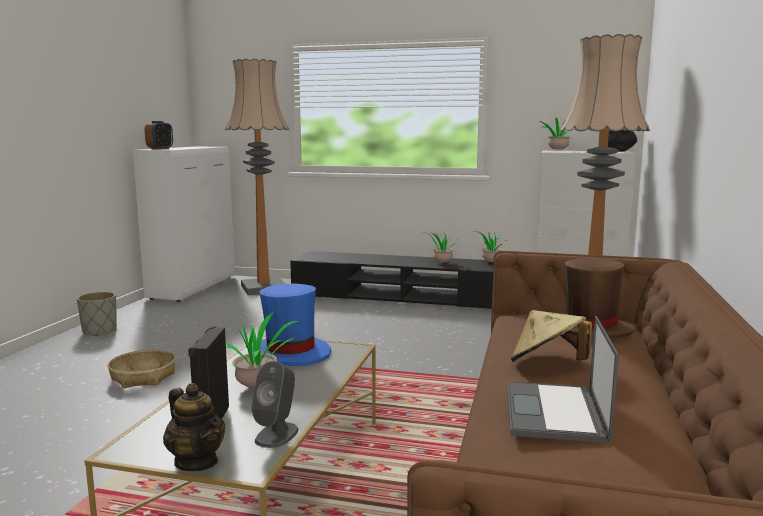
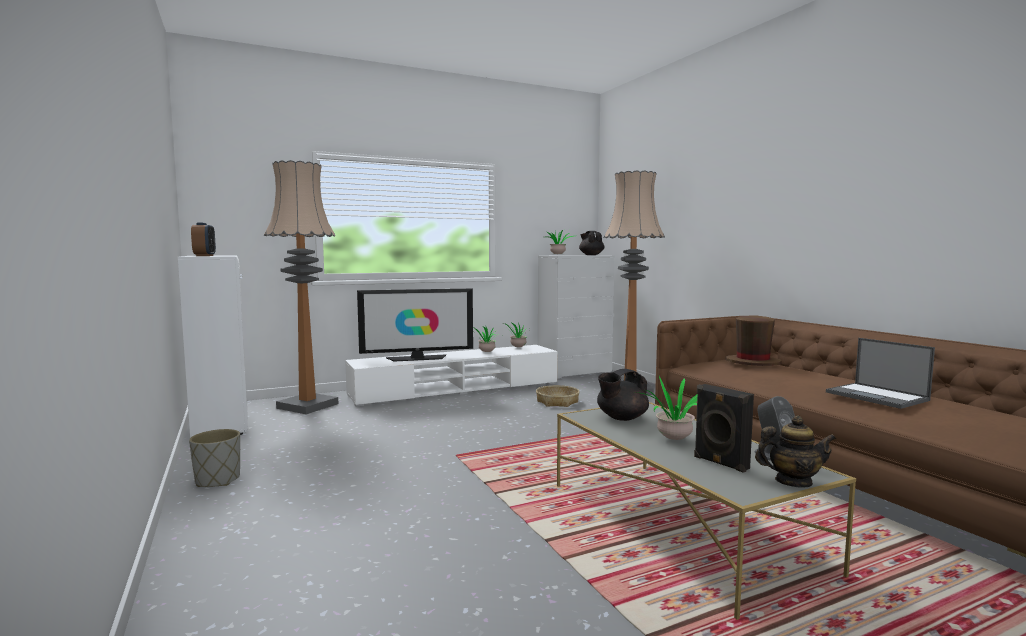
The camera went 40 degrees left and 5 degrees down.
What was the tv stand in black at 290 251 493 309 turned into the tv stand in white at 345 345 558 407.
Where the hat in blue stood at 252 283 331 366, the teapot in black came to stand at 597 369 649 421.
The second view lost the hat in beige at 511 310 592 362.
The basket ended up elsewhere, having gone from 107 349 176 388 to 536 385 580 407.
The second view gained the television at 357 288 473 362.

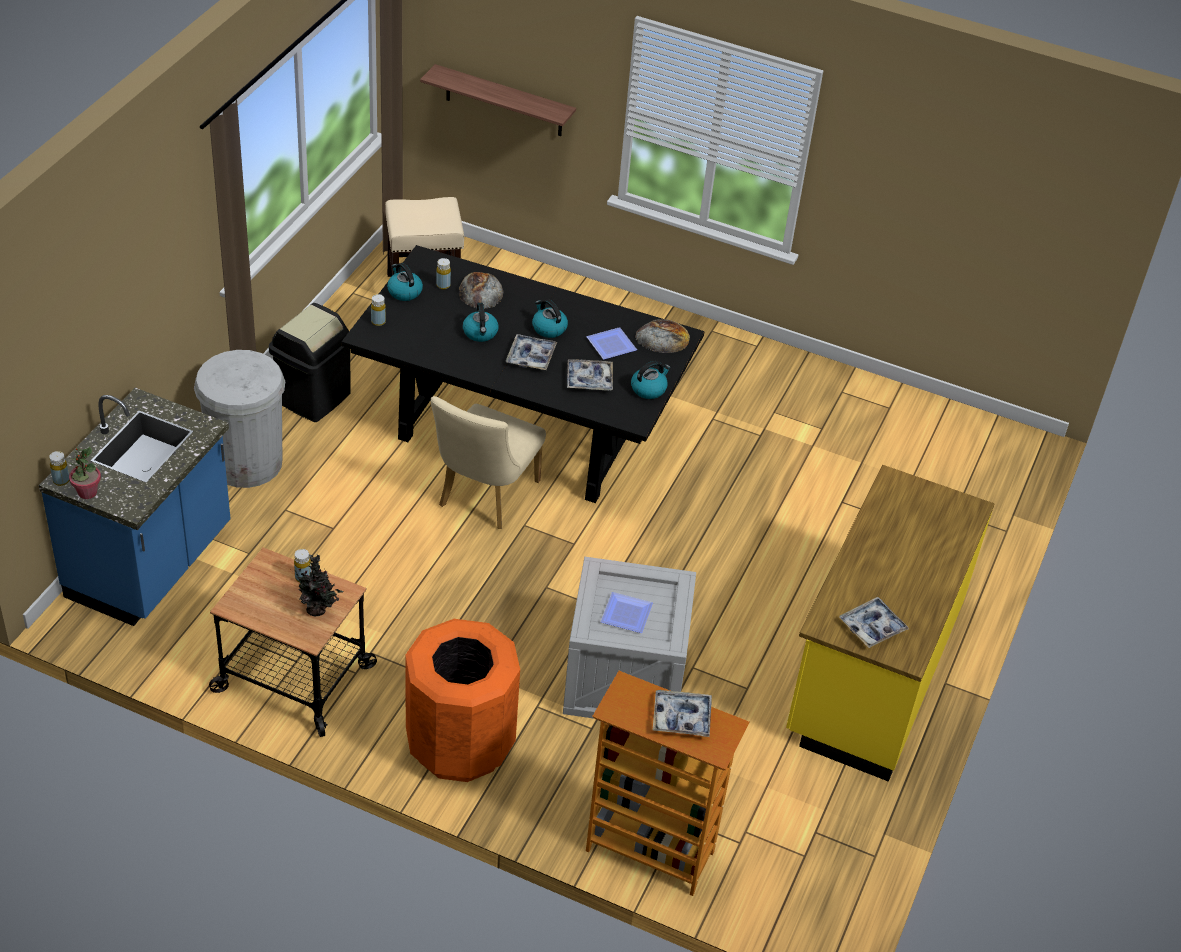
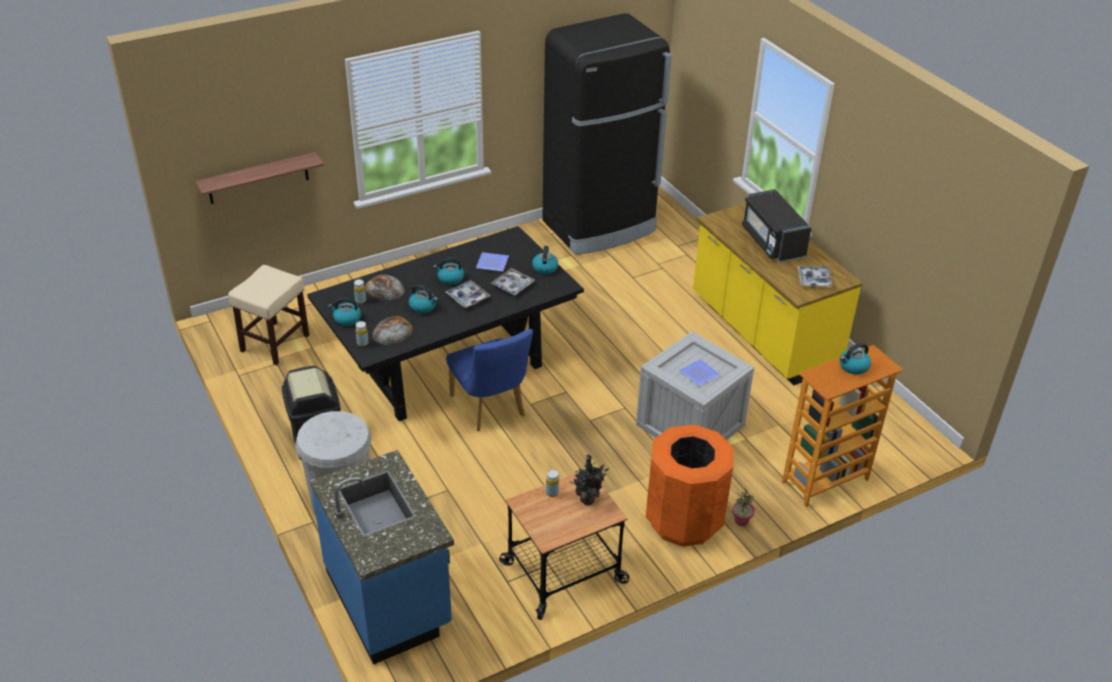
The camera went 50 degrees left and 5 degrees down.
The bread ended up elsewhere, having gone from 635 319 690 353 to 372 316 413 345.
What was the chair in beige at 430 396 546 529 turned into the chair in blue at 446 329 533 431.
The potted plant ended up elsewhere, having gone from 69 447 101 499 to 732 488 755 526.
The second view lost the bottle in yellow at 49 451 69 486.
Where the tray stood at 652 690 712 737, the kettle came to stand at 840 343 871 375.
The second view gained the fridge in black at 542 13 672 254.
The second view gained the microwave in black at 742 189 811 262.

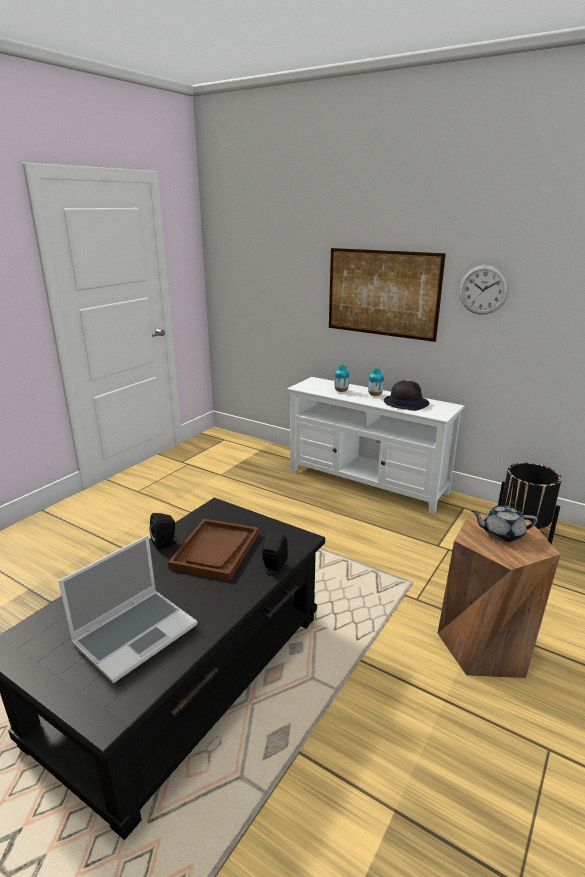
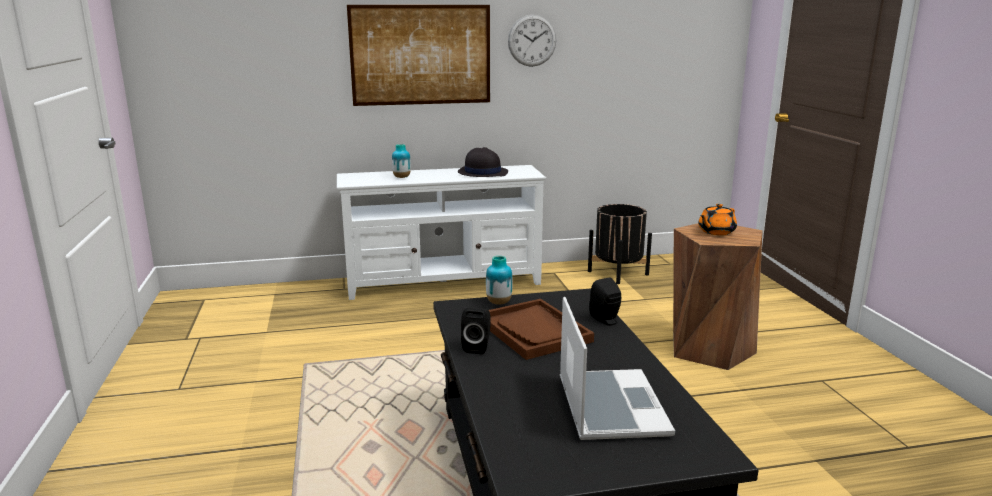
The camera went 45 degrees left and 5 degrees down.
The vase ended up elsewhere, having gone from 368 368 384 396 to 486 256 513 305.
What was the teapot in grey at 471 505 538 542 turned into the teapot in orange at 698 204 737 235.

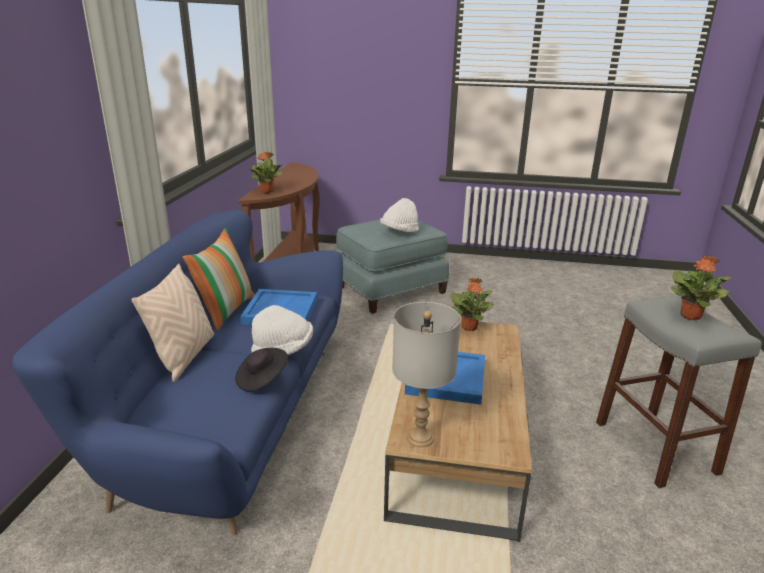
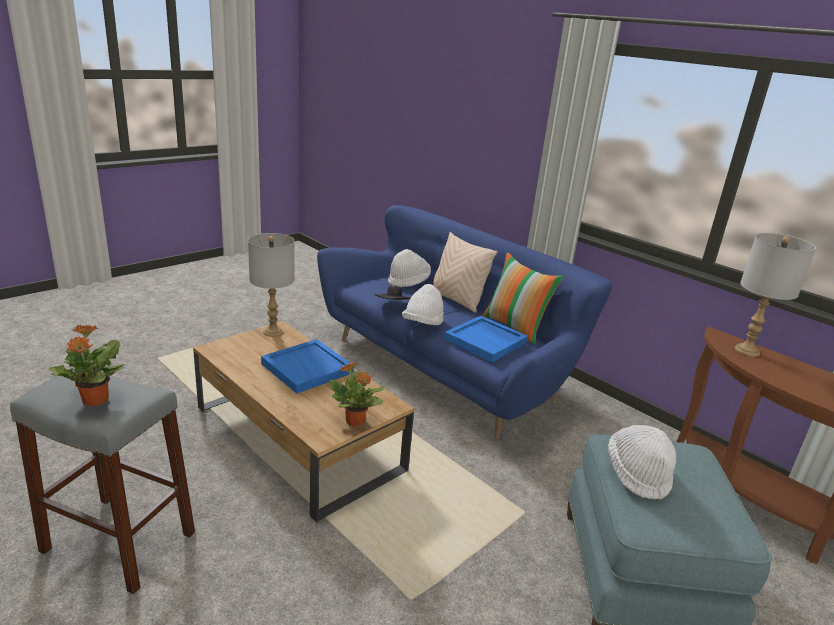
The camera went 125 degrees right and 0 degrees up.
Where the potted plant stood at 250 152 283 193, the table lamp in grey came to stand at 735 233 816 357.
The second view gained the hat in white at 388 249 431 287.

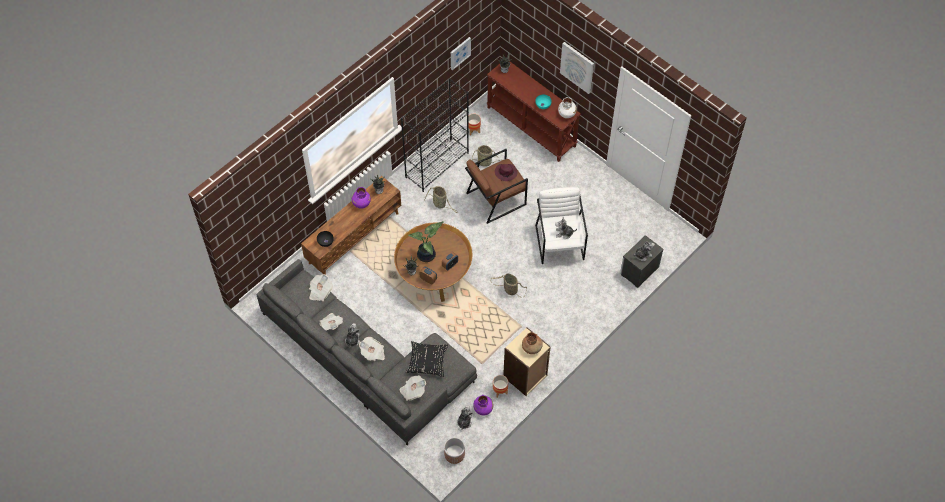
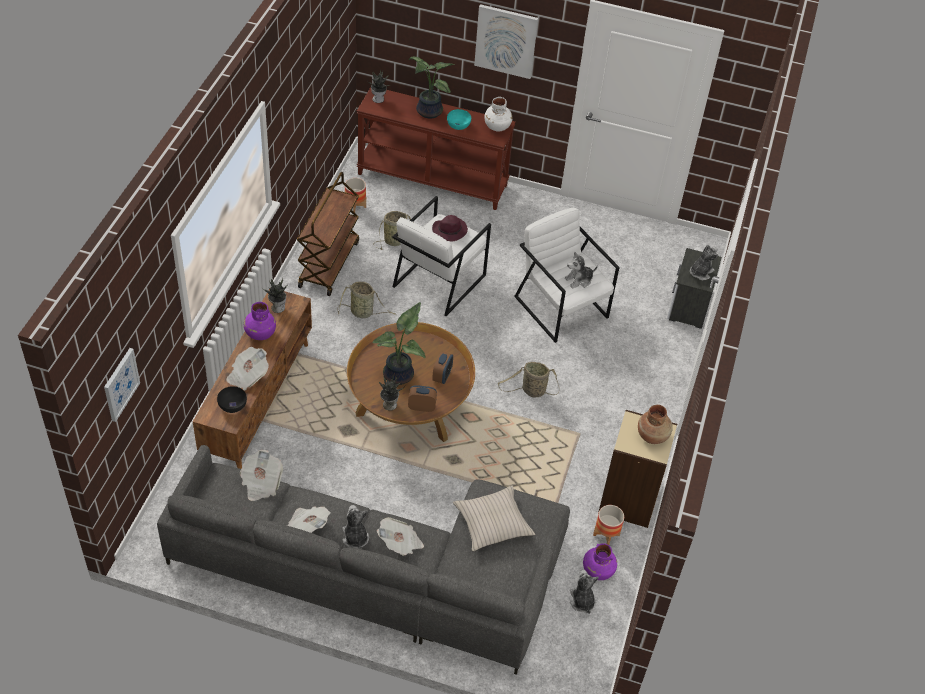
The camera went 30 degrees left and 10 degrees down.
The picture ended up elsewhere, having gone from 451 37 471 70 to 104 348 140 422.
Where the bookcase in black stood at 401 78 469 192, the cart in brown came to stand at 297 172 359 296.
What was the armchair in brown at 465 149 528 224 turned into the armchair in white at 392 196 491 316.
What was the pillow in black at 406 341 448 377 turned into the pillow in beige at 453 486 536 552.
The newspaper ended up elsewhere, having gone from 399 375 426 401 to 226 347 269 390.
The second view lost the planter at 444 437 465 464.
The second view gained the potted plant at 409 57 454 118.

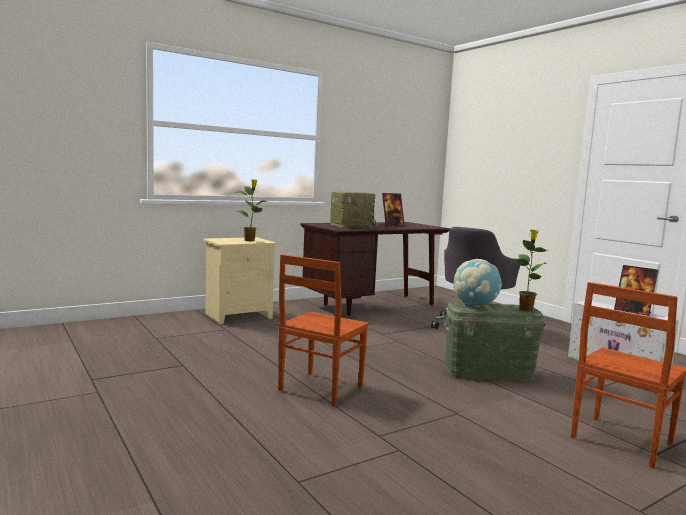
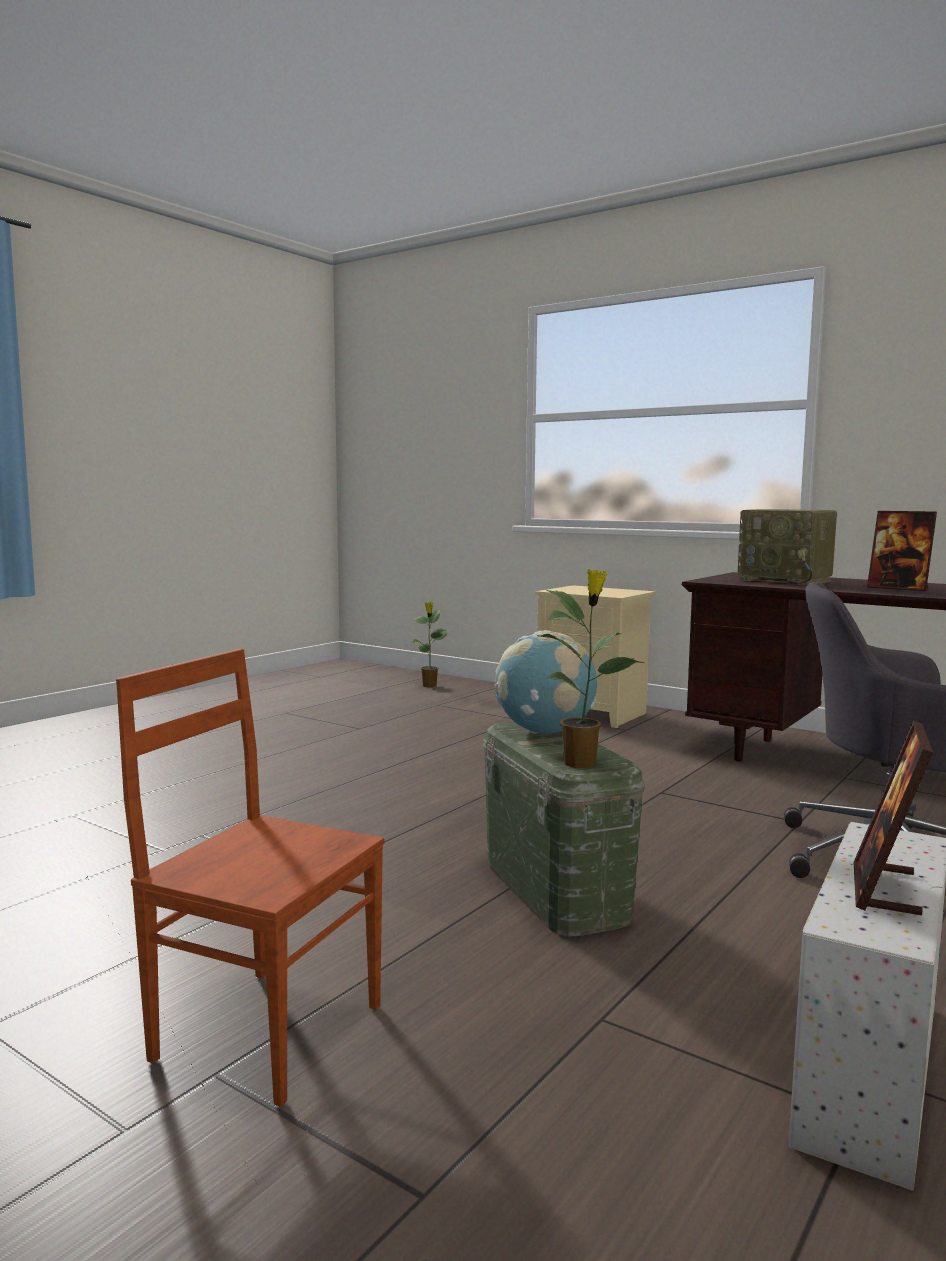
The camera went 70 degrees right and 0 degrees up.
The potted plant ended up elsewhere, having gone from 235 179 267 241 to 412 602 448 687.
The second view lost the chair in brown at 278 254 369 407.

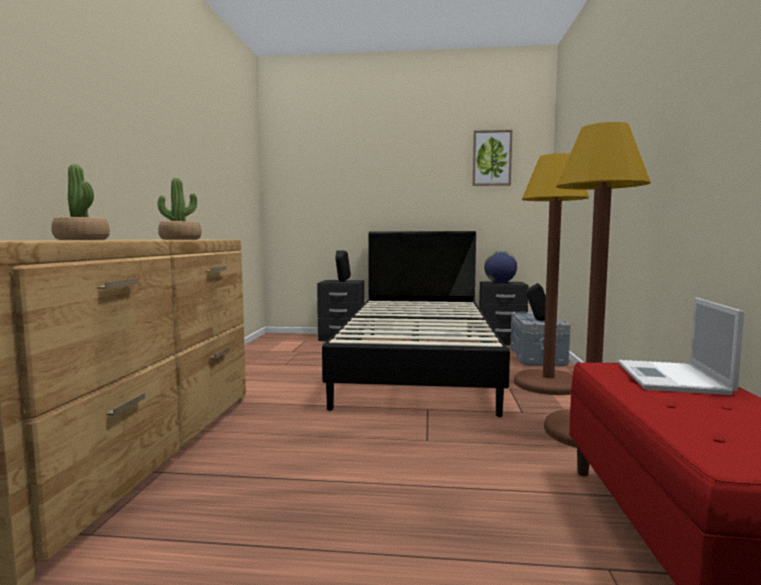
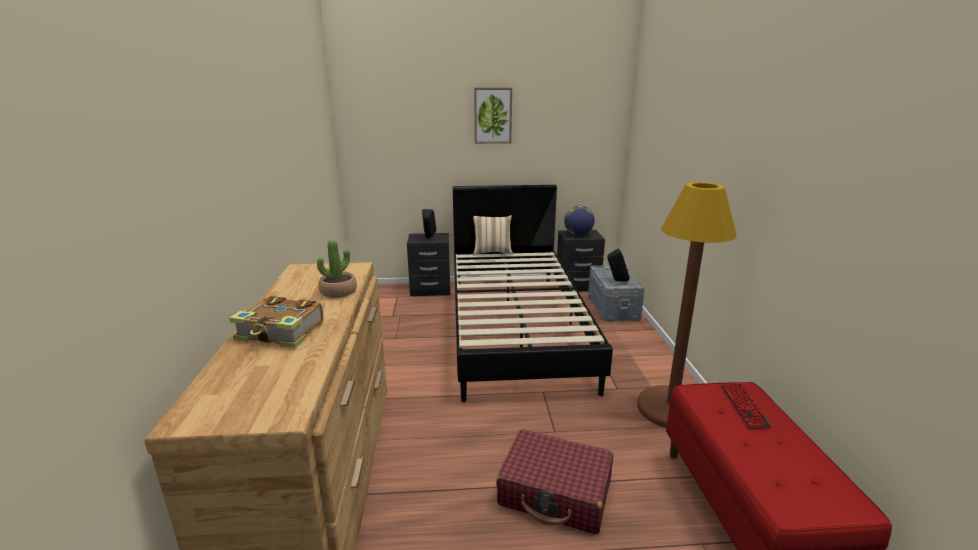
The camera went 10 degrees left and 15 degrees up.
The picture ended up elsewhere, having gone from 473 130 512 186 to 474 88 512 144.
The second view lost the floor lamp in brown at 514 153 589 395.
Where the potted plant stood at 51 164 110 240, the book came to stand at 229 296 323 348.
Where the laptop stood at 618 298 745 395, the keyboard came to stand at 721 383 772 429.
The second view gained the pillow in beige at 473 215 513 255.
The second view gained the suitcase in red at 496 429 614 534.

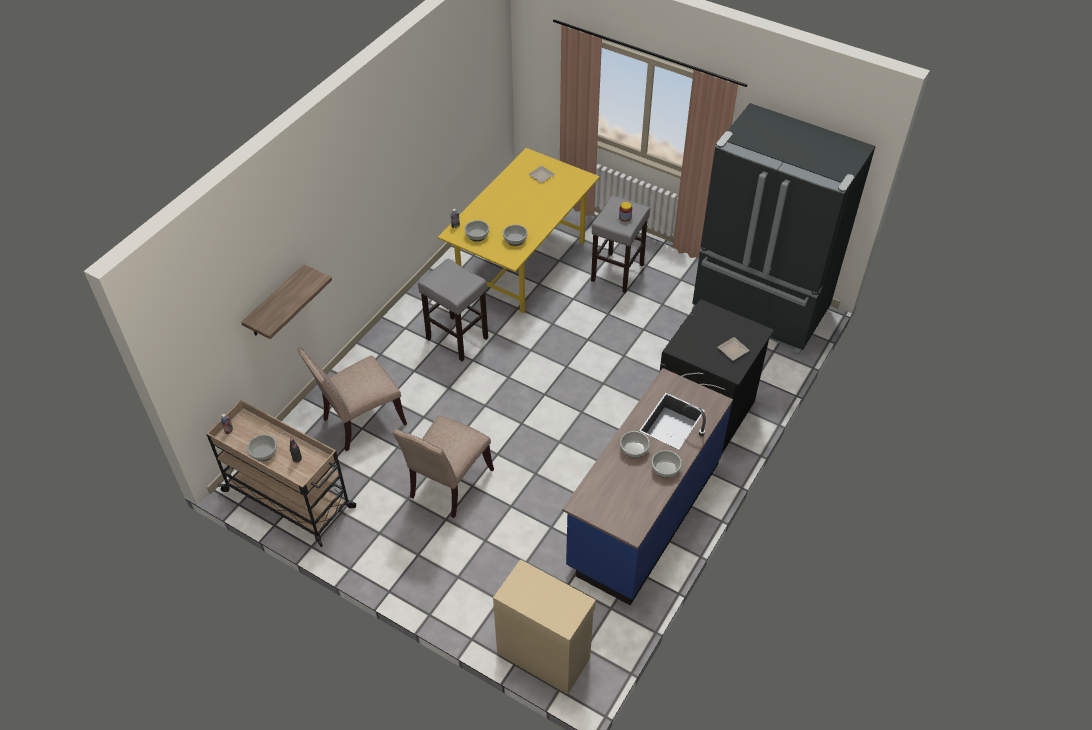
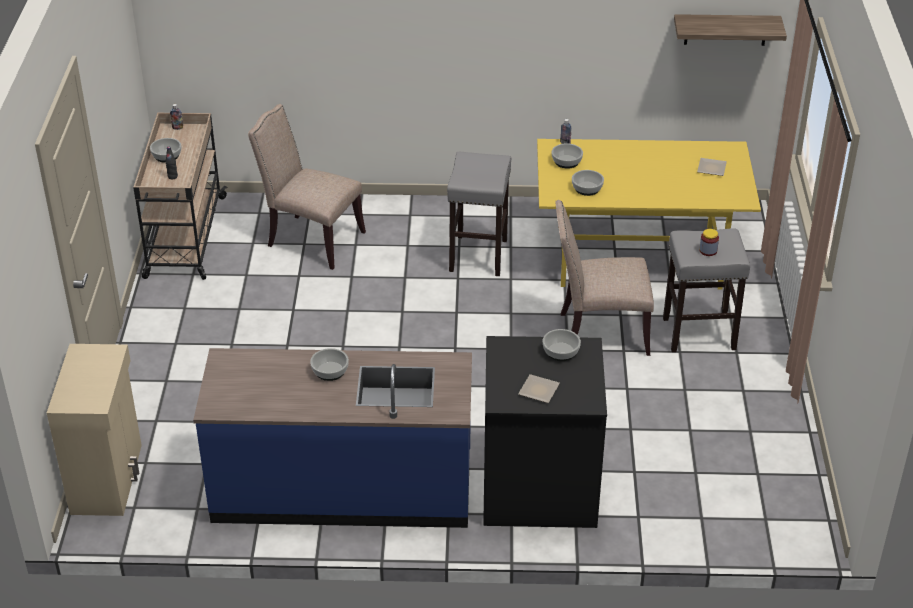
The camera went 60 degrees right and 10 degrees down.
The second view lost the fridge in black at 692 103 876 355.
The shelf ended up elsewhere, having gone from 241 264 332 339 to 674 14 787 46.
The chair in beige ended up elsewhere, having gone from 393 415 494 518 to 555 200 654 356.
The bowl ended up elsewhere, having gone from 651 450 682 478 to 542 329 581 361.

